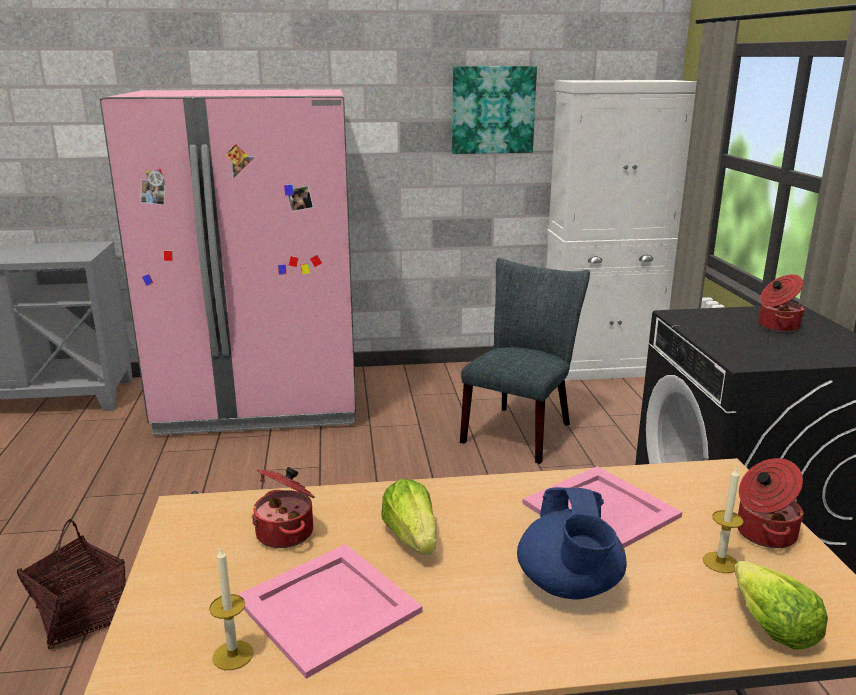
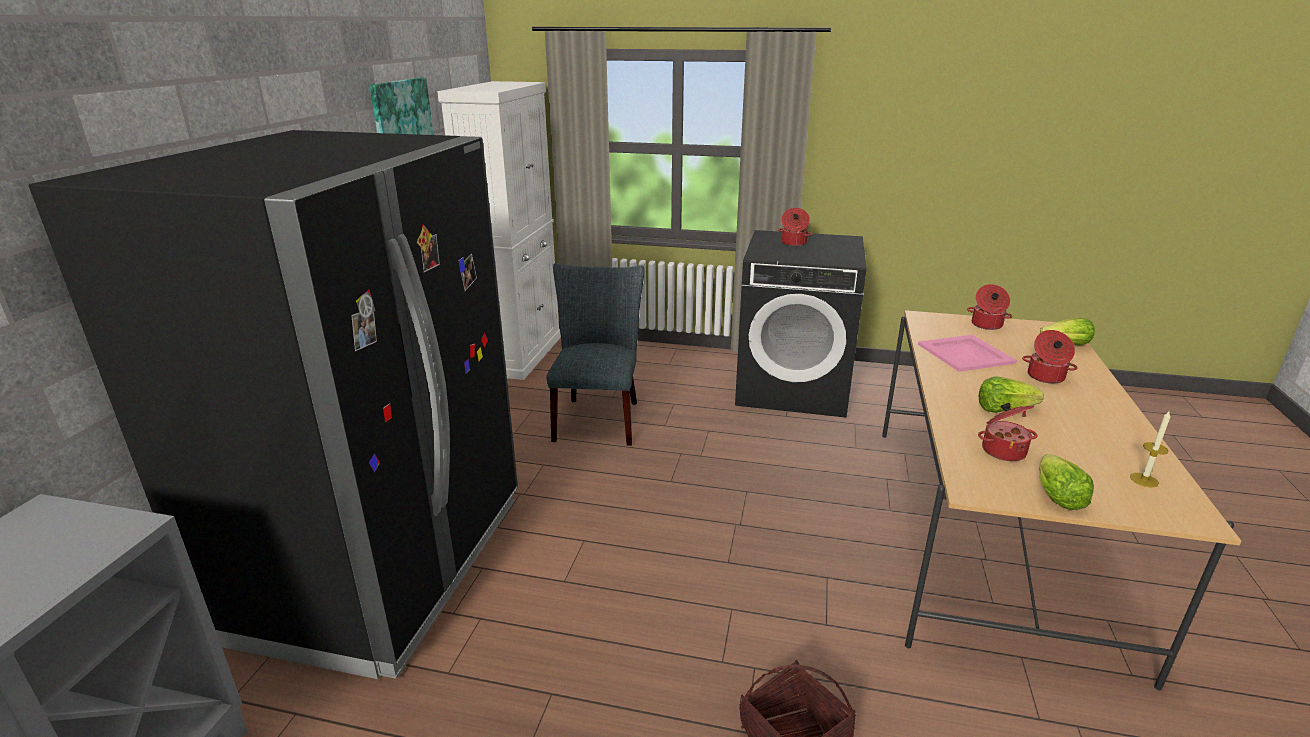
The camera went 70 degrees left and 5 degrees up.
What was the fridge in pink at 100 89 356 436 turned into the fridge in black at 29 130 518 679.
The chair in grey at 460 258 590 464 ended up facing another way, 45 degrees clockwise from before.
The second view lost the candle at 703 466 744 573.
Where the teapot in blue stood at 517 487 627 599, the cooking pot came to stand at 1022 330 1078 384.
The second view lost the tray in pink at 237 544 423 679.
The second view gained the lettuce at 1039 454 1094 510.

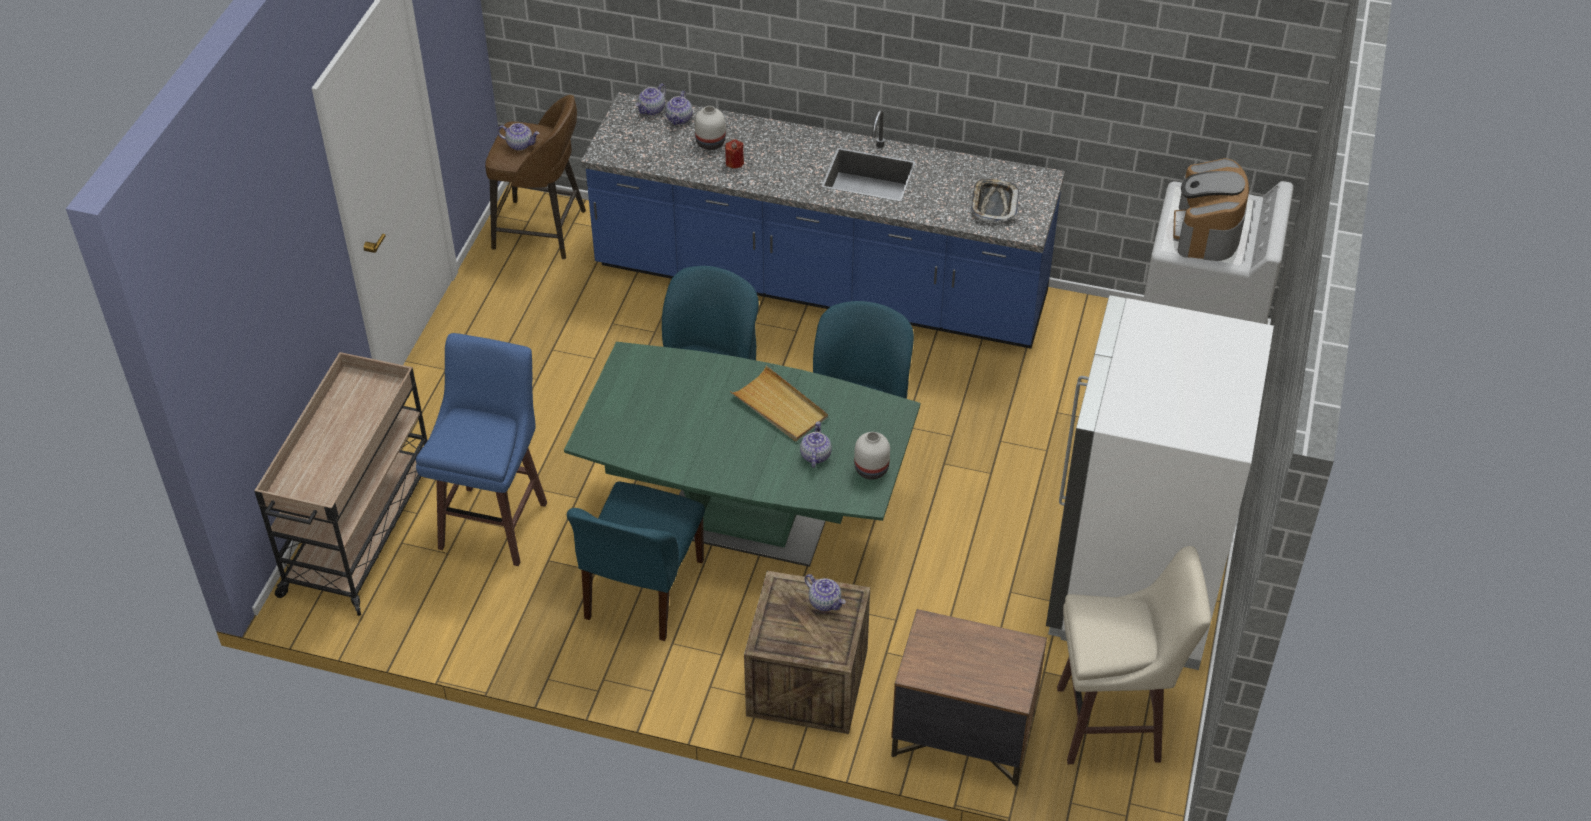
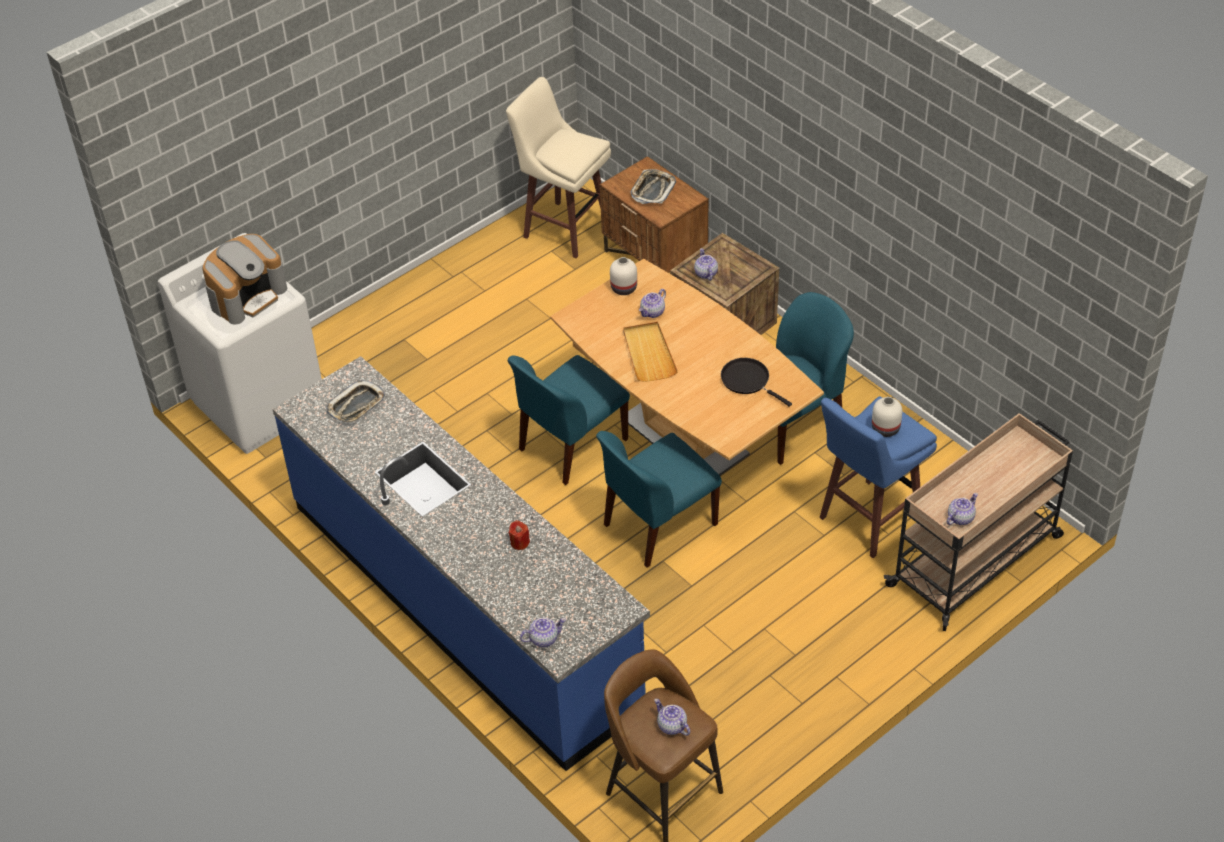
The camera went 145 degrees left and 0 degrees up.
The teapot ended up elsewhere, having gone from 665 91 693 125 to 947 493 978 525.
The vase in white ended up elsewhere, having gone from 695 106 726 150 to 872 397 902 437.
The second view lost the fridge in white at 1046 295 1274 670.
What was the dining table in green at 564 342 920 567 turned into the dining table in brown at 550 259 824 476.
The second view gained the tray at 630 169 676 204.
The second view gained the frying pan in black at 721 358 792 407.

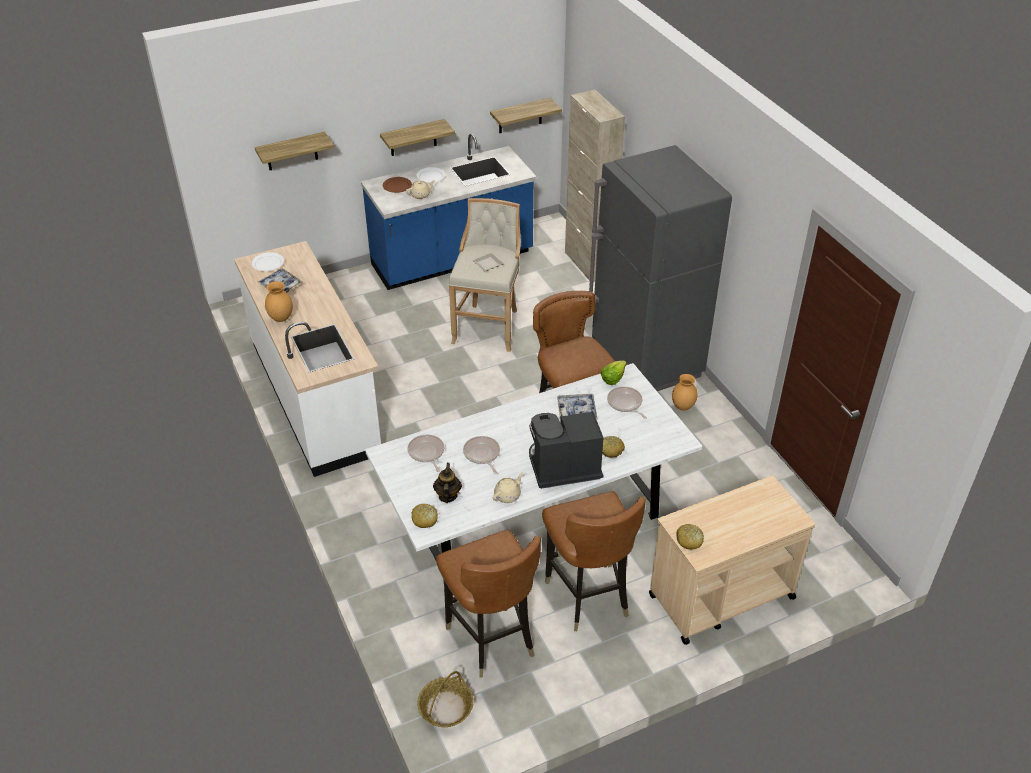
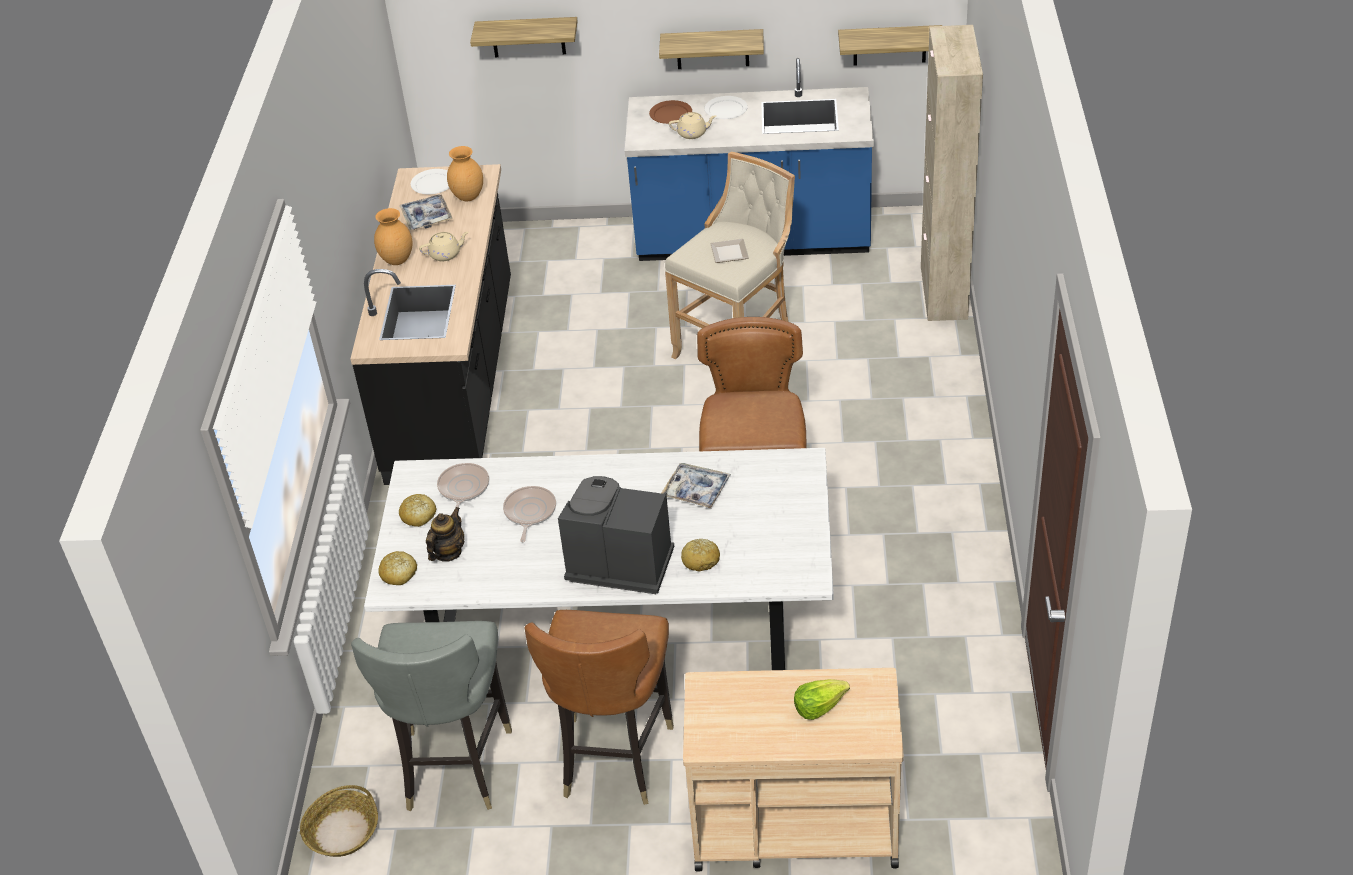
The camera went 30 degrees right and 0 degrees up.
The second view lost the fridge in grey at 589 145 732 391.
What was the counter in white at 234 241 381 477 turned into the counter in black at 350 164 511 485.
The lettuce ended up elsewhere, having gone from 601 361 627 385 to 794 679 850 720.
The vase in brown ended up elsewhere, having gone from 672 374 698 411 to 447 146 483 201.
The second view lost the frying pan at 607 386 647 419.
The teapot in beige ended up elsewhere, having gone from 493 473 523 503 to 419 232 469 261.
The bread ended up elsewhere, having gone from 676 524 704 549 to 399 494 437 527.
What was the chair in brown at 436 530 541 678 turned into the chair in grey at 351 621 512 811.

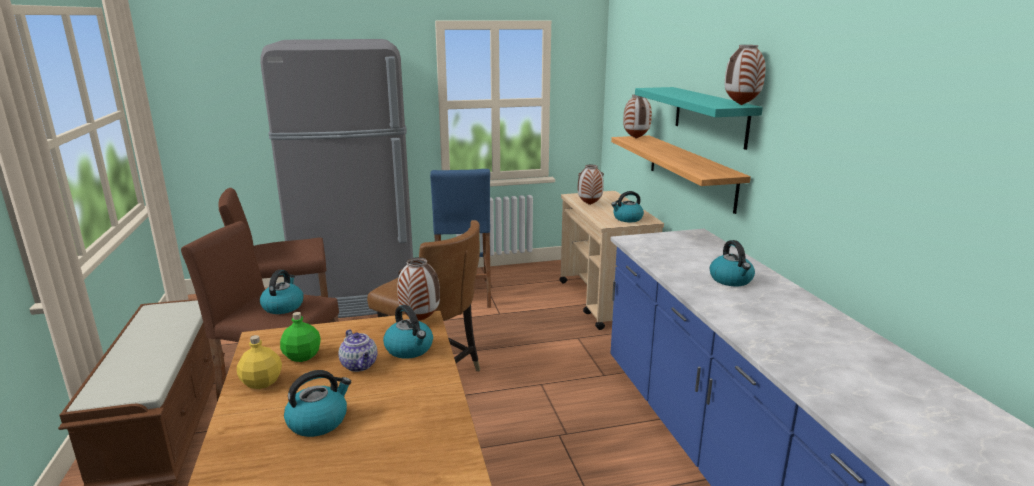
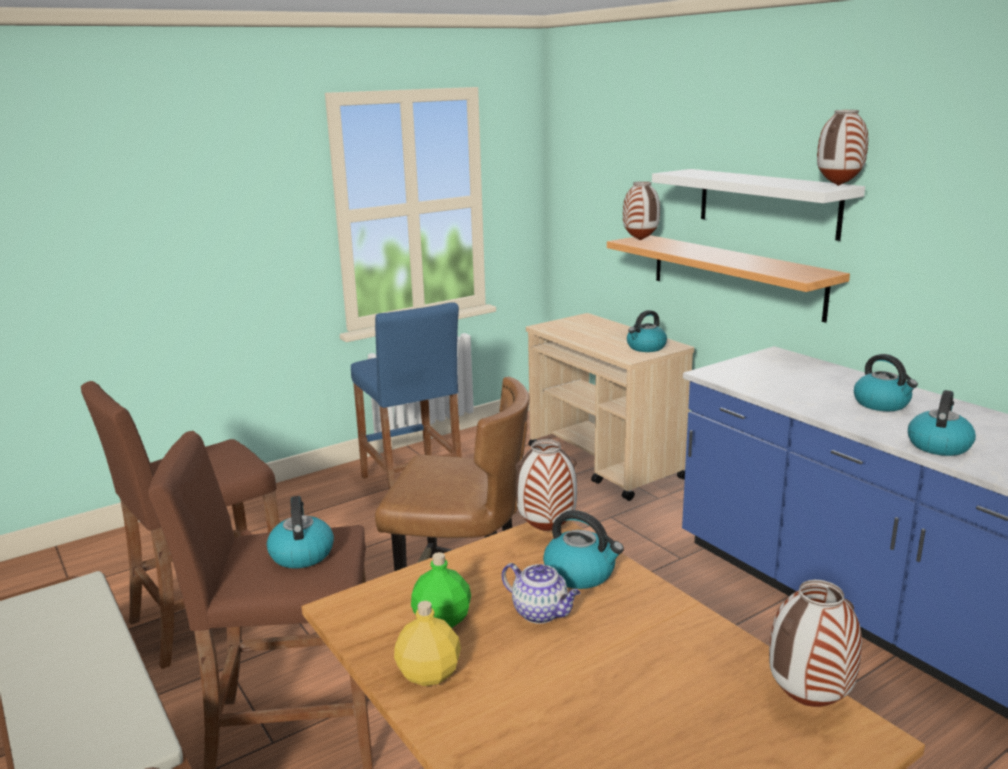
The camera went 20 degrees left and 0 degrees up.
The second view lost the fridge in grey at 260 39 413 318.
What was the shelf in turquoise at 635 87 763 150 turned into the shelf in white at 652 169 865 241.
The vase ended up elsewhere, having gone from 578 165 604 205 to 769 580 862 707.
The kettle ended up elsewhere, having gone from 284 370 351 437 to 908 390 976 456.

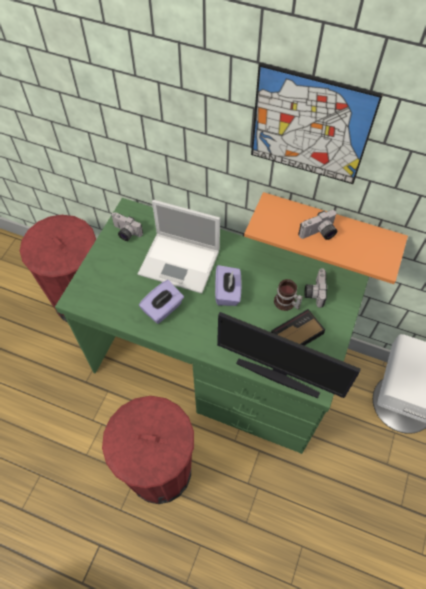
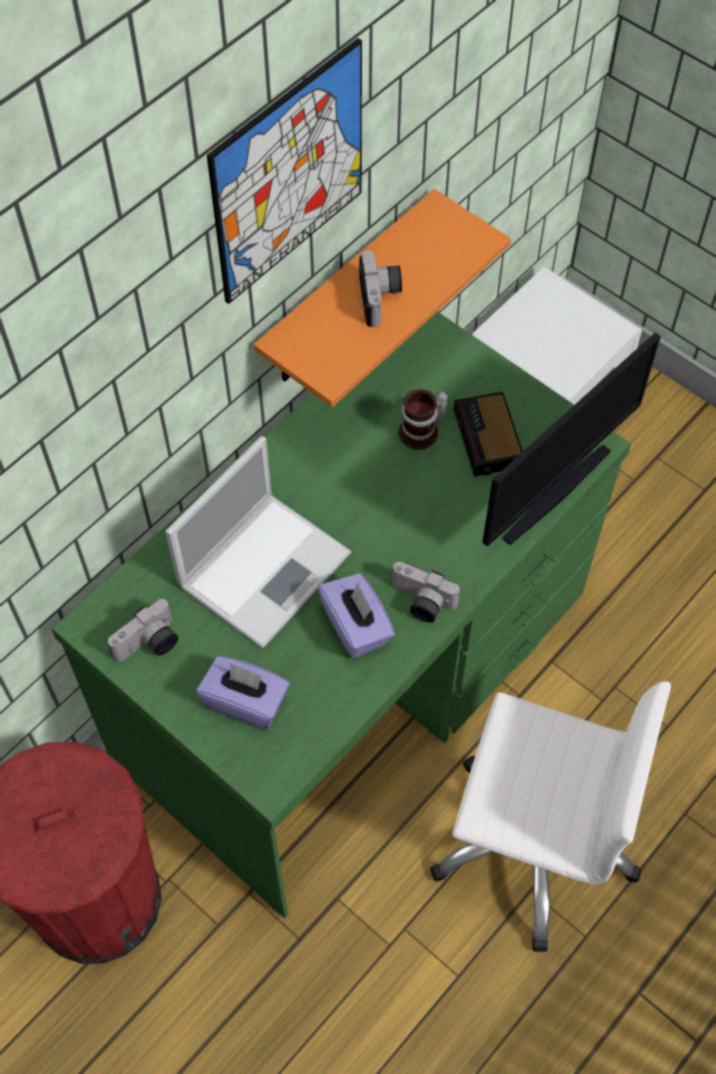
The camera went 70 degrees left and 0 degrees up.
The tissue box in purple ended up elsewhere, having gone from 215 265 242 306 to 196 656 290 730.
The photo camera ended up elsewhere, having gone from 304 268 327 308 to 392 562 460 623.
Where the trash can in red stood at 102 396 194 504, the office chair in white came to stand at 430 681 671 952.

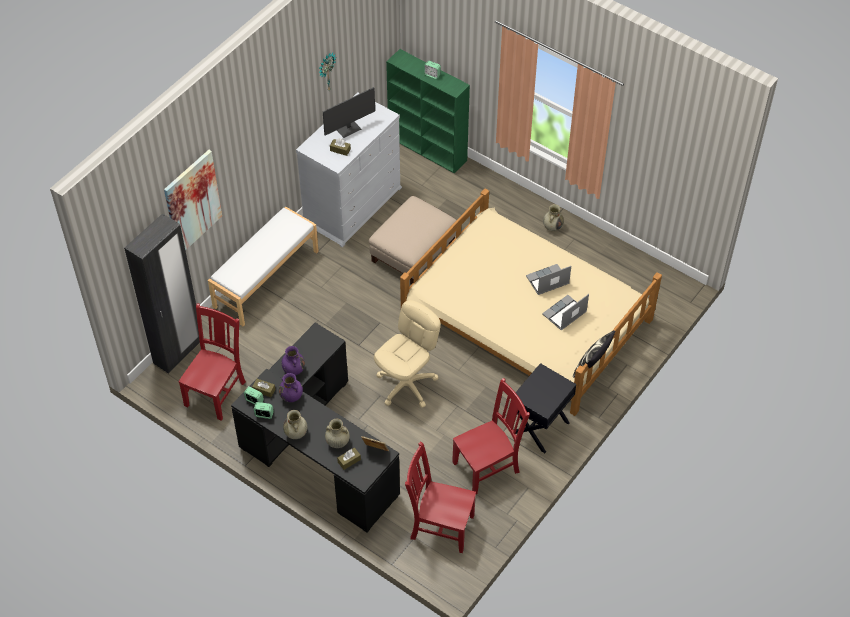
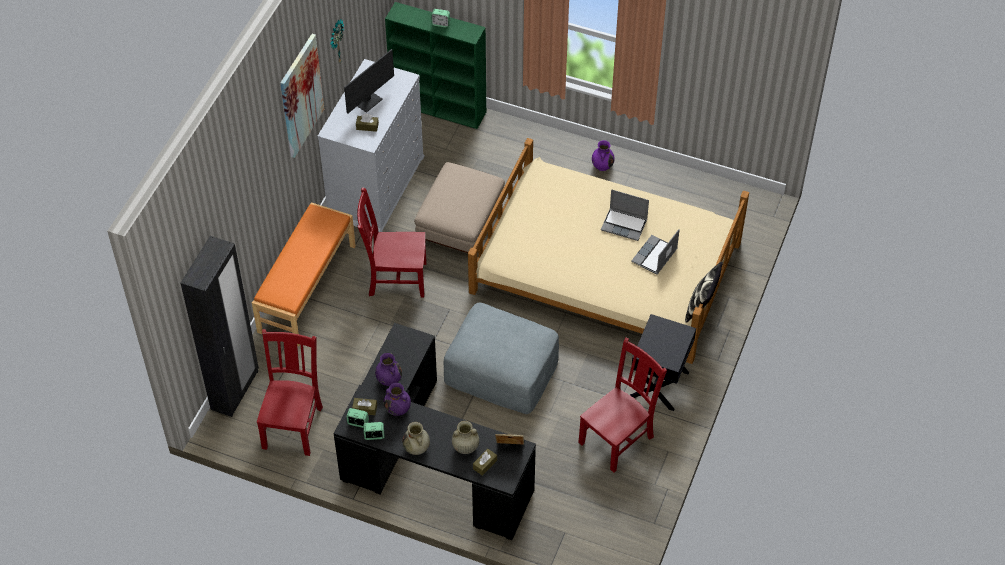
The camera went 15 degrees left and 0 degrees up.
The picture ended up elsewhere, having gone from 164 150 222 250 to 280 34 324 158.
What was the vase in beige at 543 204 564 232 turned into the vase in purple at 592 140 614 171.
What was the bench in white at 208 206 319 326 turned into the bench in orange at 252 202 356 346.
The laptop at 526 264 571 295 ended up facing another way, 120 degrees counterclockwise from before.
Where the office chair in beige stood at 374 300 441 408, the ottoman in grey came to stand at 444 303 559 414.
The chair in red ended up elsewhere, having gone from 405 441 476 553 to 357 187 427 298.

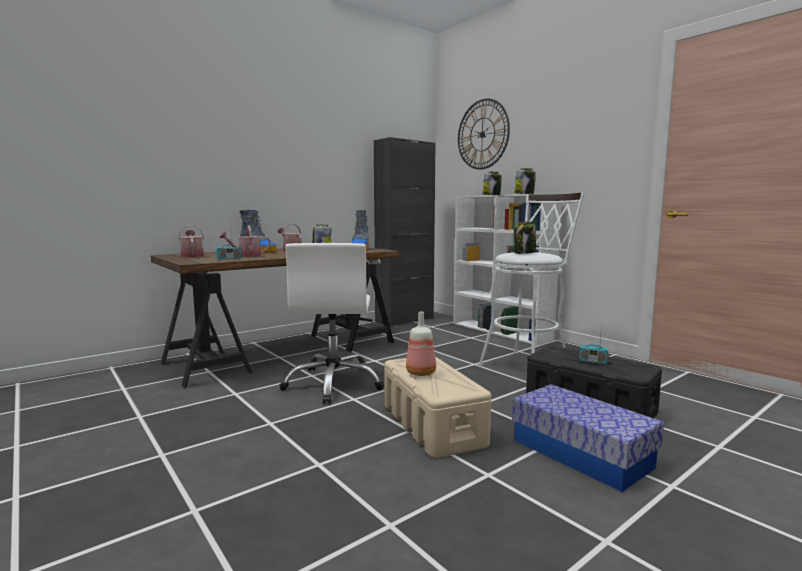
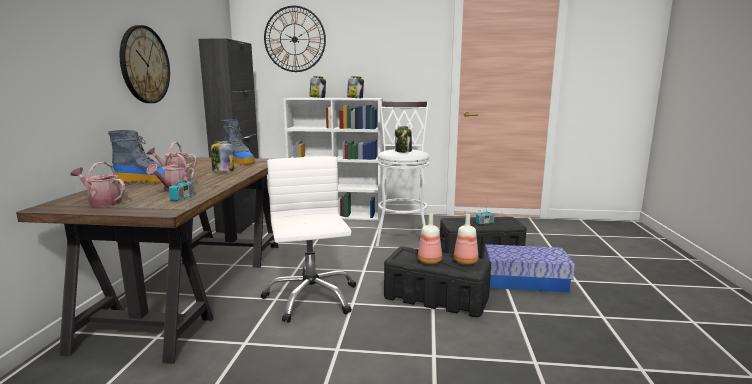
The camera went 45 degrees left and 5 degrees up.
The office chair in white at 279 243 384 404 ended up facing another way, 150 degrees counterclockwise from before.
What was the storage box in beige at 384 357 491 458 turned into the storage box in black at 384 247 491 317.
The second view gained the wall clock at 120 25 170 103.
The second view gained the bottle at 454 214 478 265.

